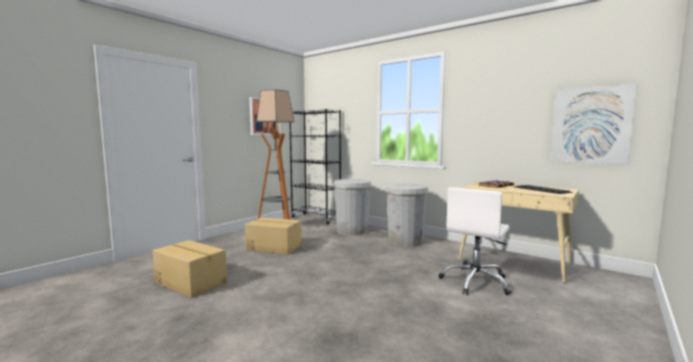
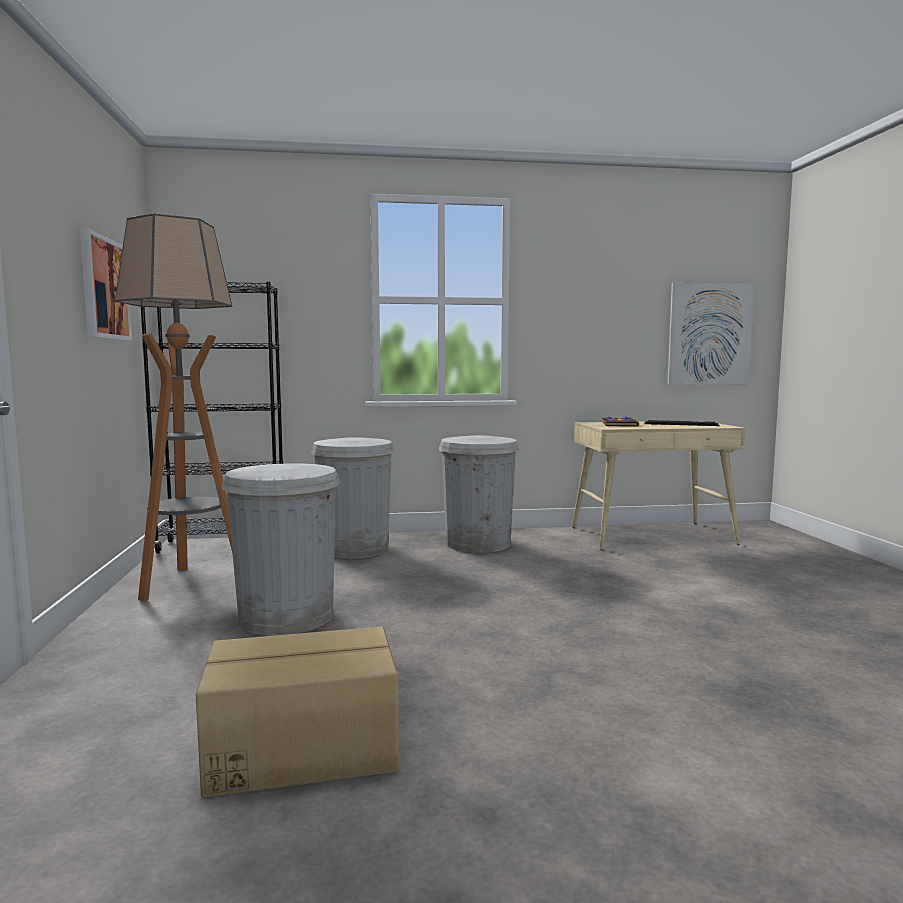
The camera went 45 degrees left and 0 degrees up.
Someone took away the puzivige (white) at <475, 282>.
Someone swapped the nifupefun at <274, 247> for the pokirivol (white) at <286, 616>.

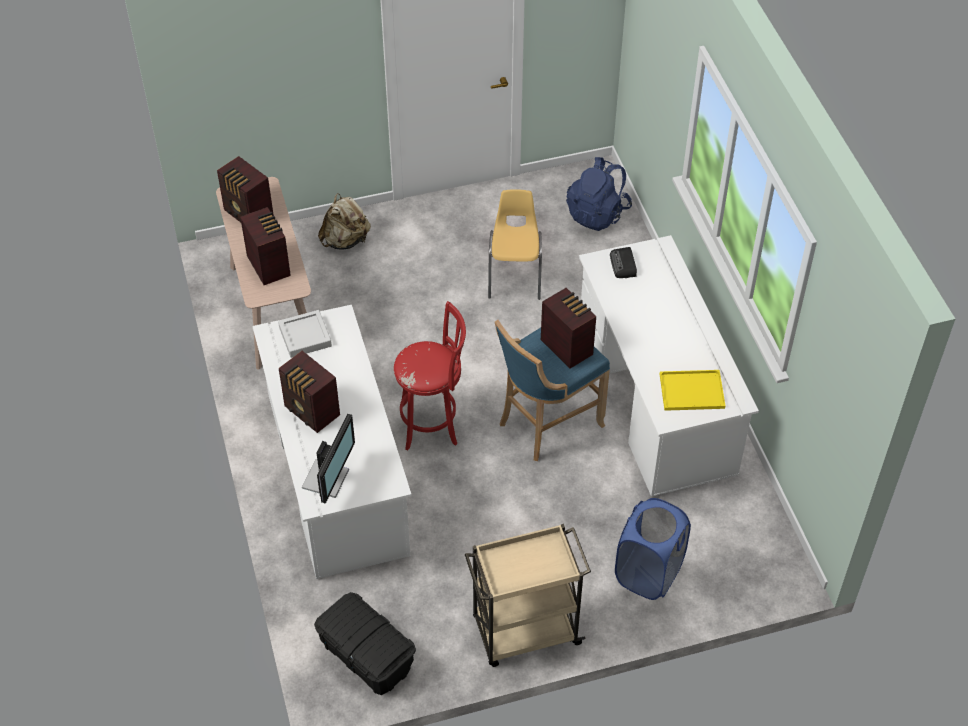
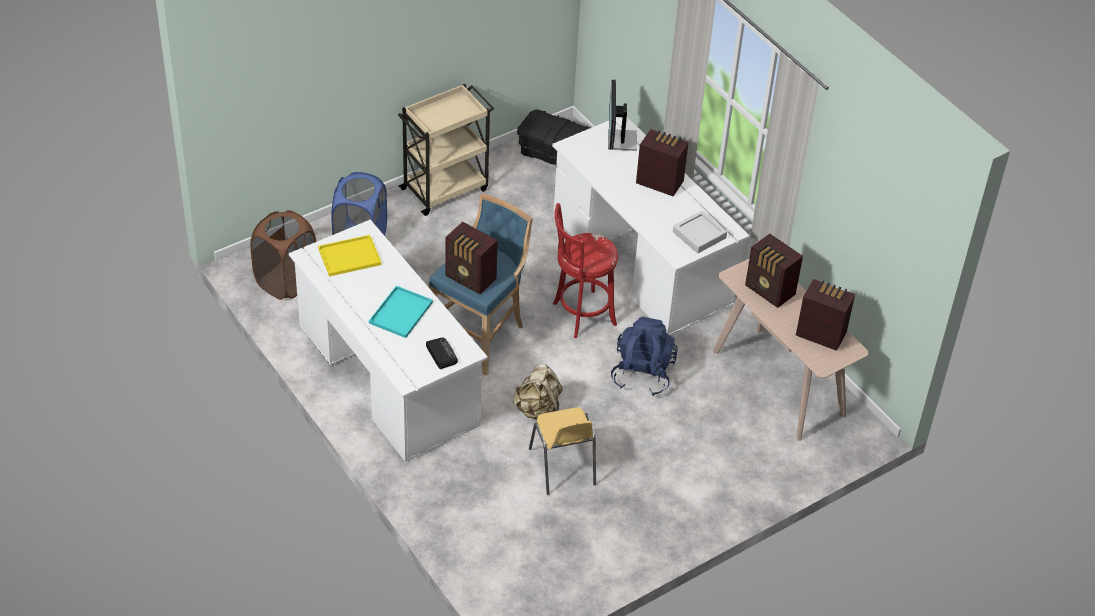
The camera went 160 degrees right and 5 degrees down.
Someone carried the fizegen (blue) from <598, 213> to <642, 373>.
Someone carried the fizegen (beige) from <345, 240> to <538, 410>.
Someone put down the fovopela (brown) at <286, 282>.
Someone put down the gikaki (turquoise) at <401, 314>.

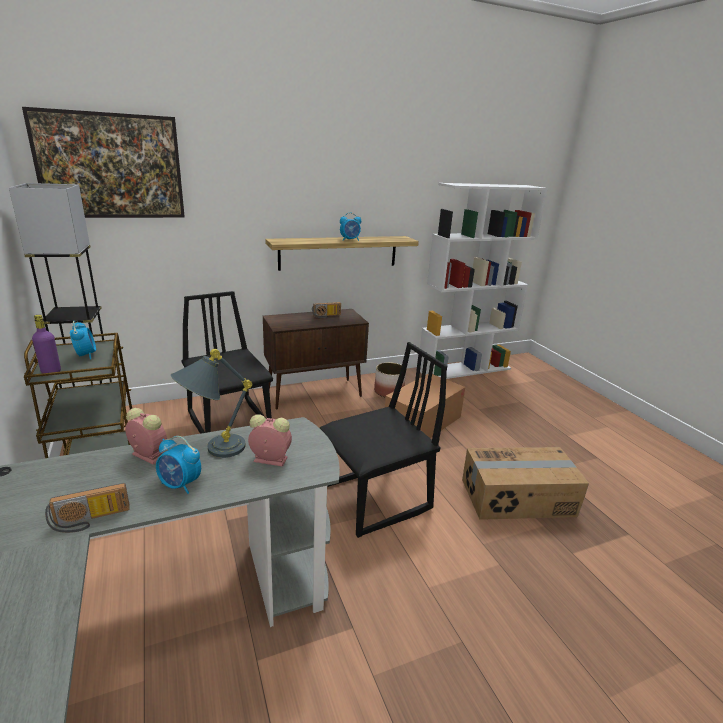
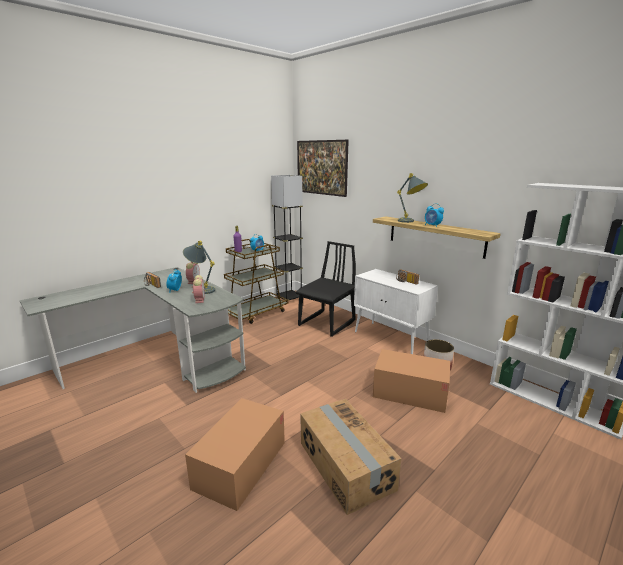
The camera went 70 degrees right and 5 degrees down.
Someone repainted the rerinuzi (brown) at <315, 393>, which became the rerinuzi (white) at <391, 339>.
Someone took away the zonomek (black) at <376, 499>.
Someone put down the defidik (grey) at <410, 222>.
Someone put down the nifupefun at <241, 464>.

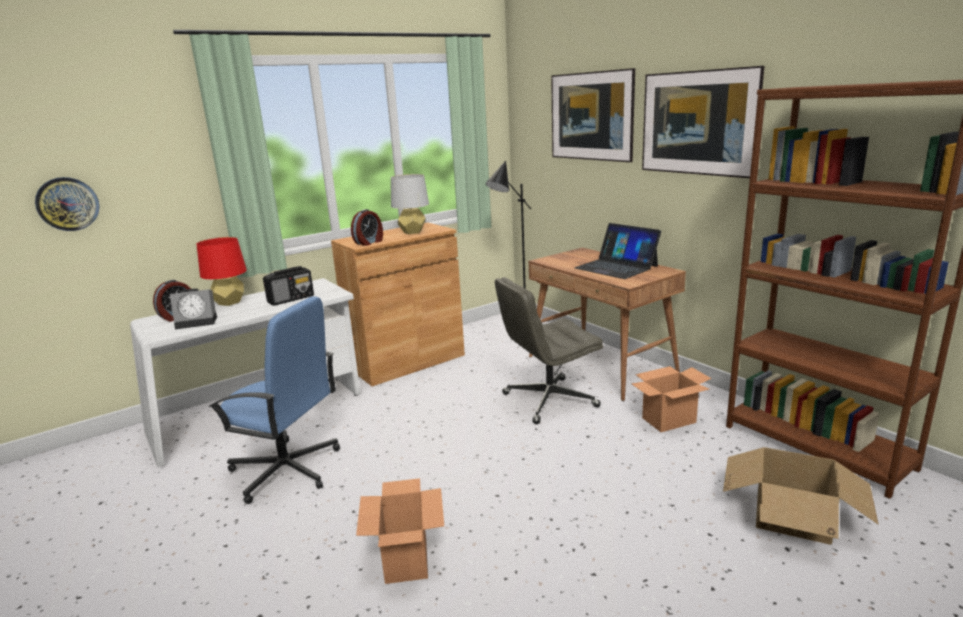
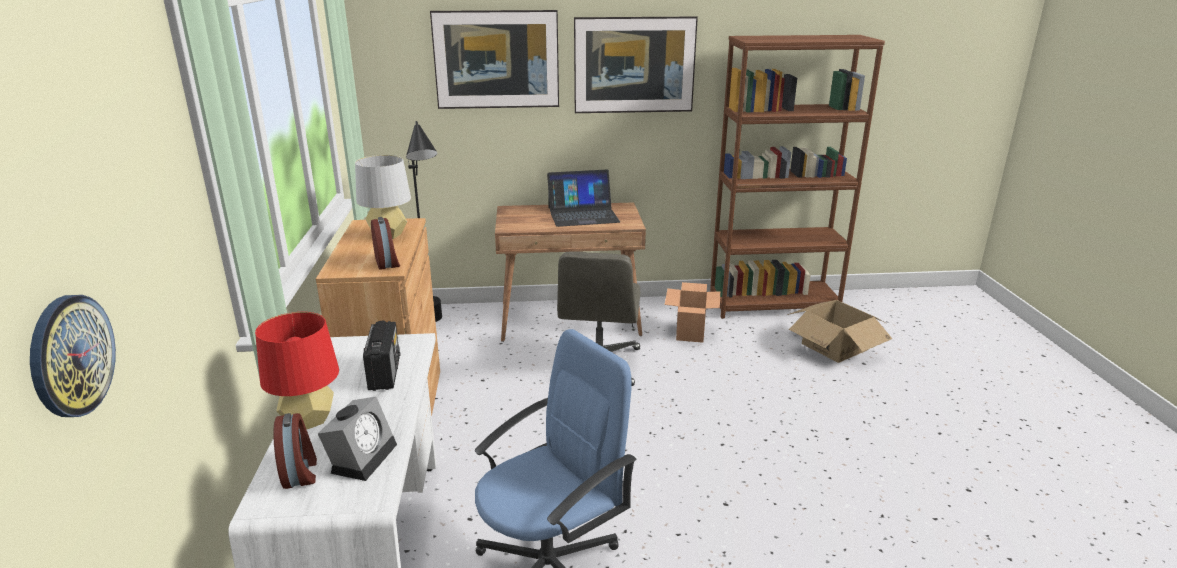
The camera went 60 degrees left and 5 degrees up.
Someone took away the nifupefun at <406, 559>.

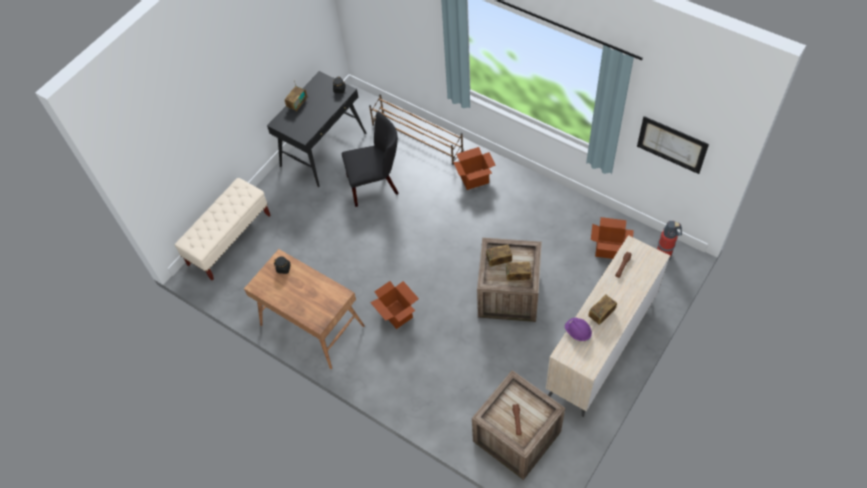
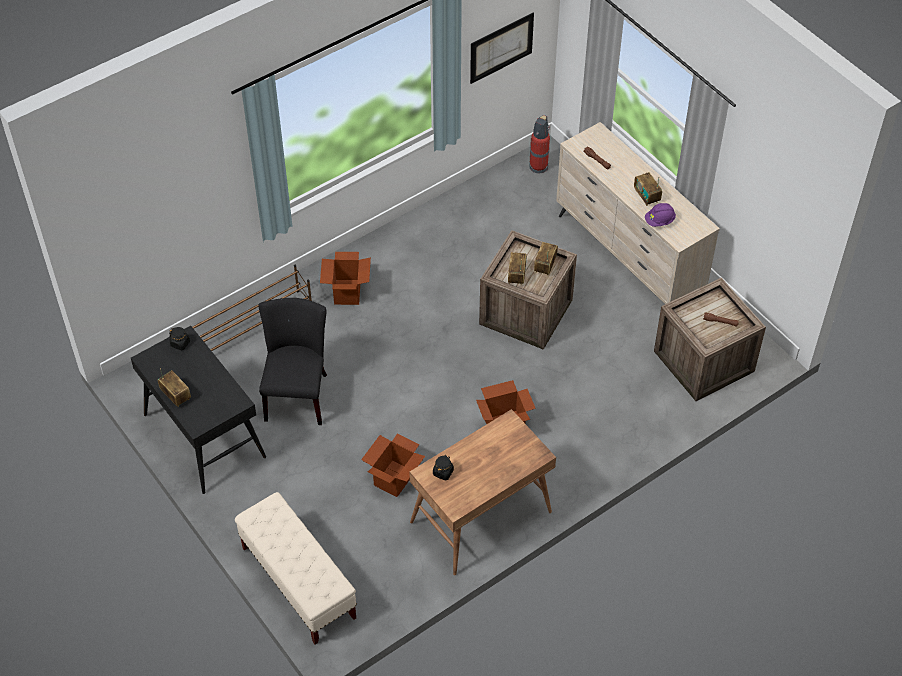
The camera went 75 degrees left and 5 degrees down.
Someone carried the nifupefun from <609, 249> to <394, 478>.

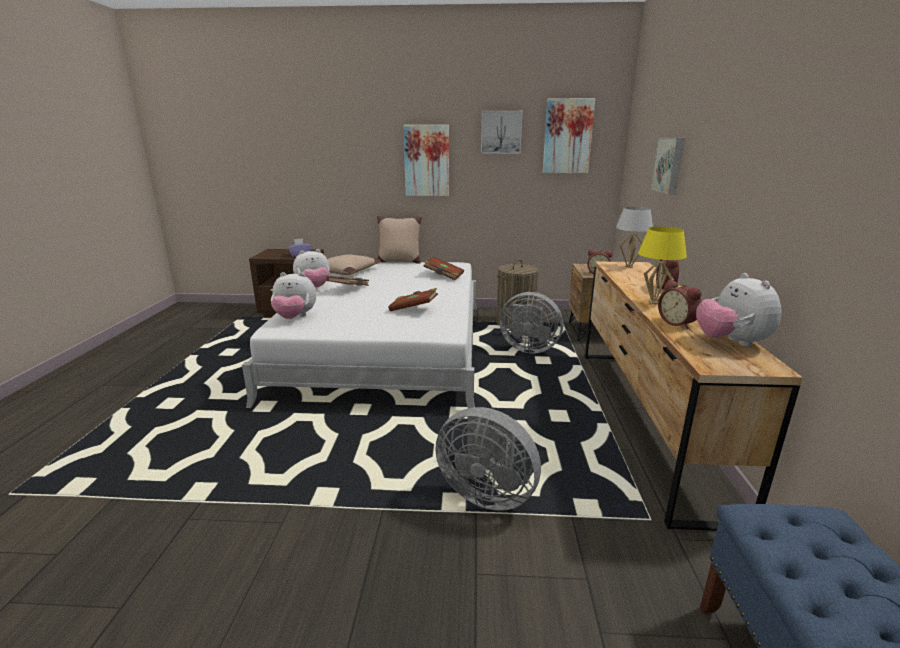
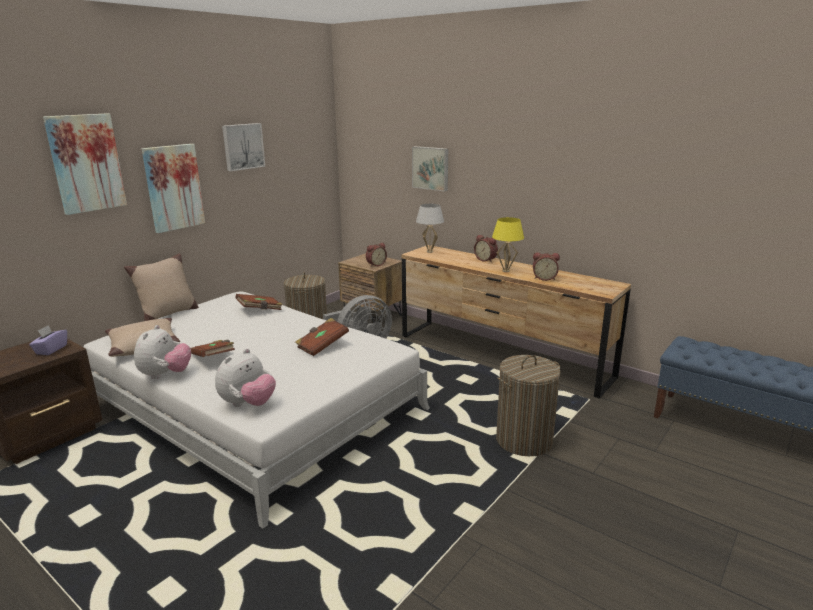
The camera went 55 degrees left and 0 degrees up.
Someone carried the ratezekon from <567, 136> to <86, 163>.
Someone took away the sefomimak at <731, 342>.
Someone swapped the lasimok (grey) at <487, 493> for the fovopela at <524, 440>.

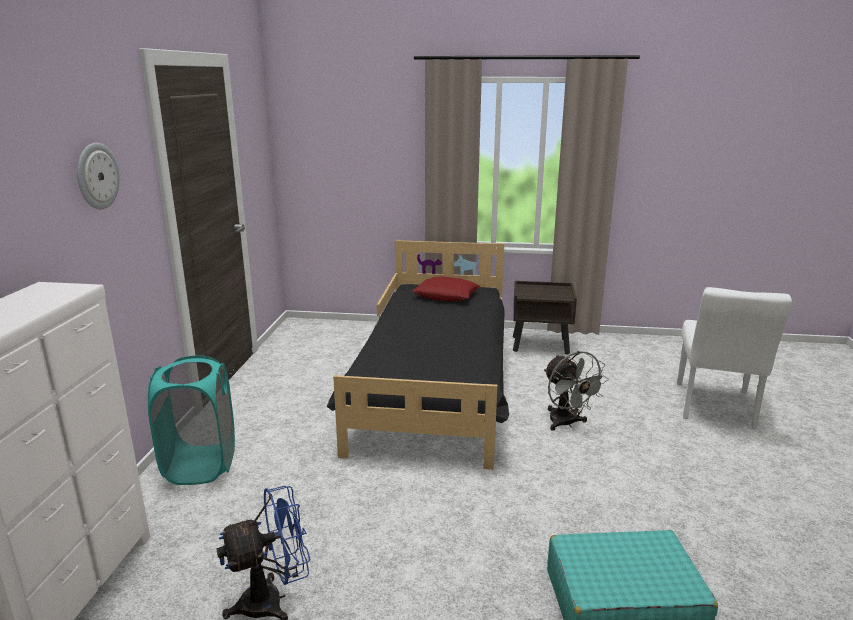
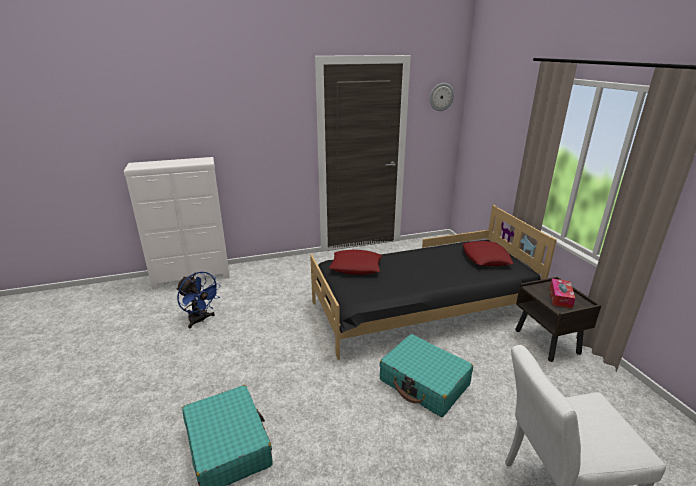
The camera went 65 degrees right and 5 degrees up.
Someone carried the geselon from <96, 176> to <441, 97>.
Someone swapped the lasimok (grey) at <566, 424> for the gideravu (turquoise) at <424, 383>.
Someone took away the fovopela (turquoise) at <201, 465>.
Someone put down the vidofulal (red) at <356, 267>.
Someone put down the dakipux at <560, 297>.

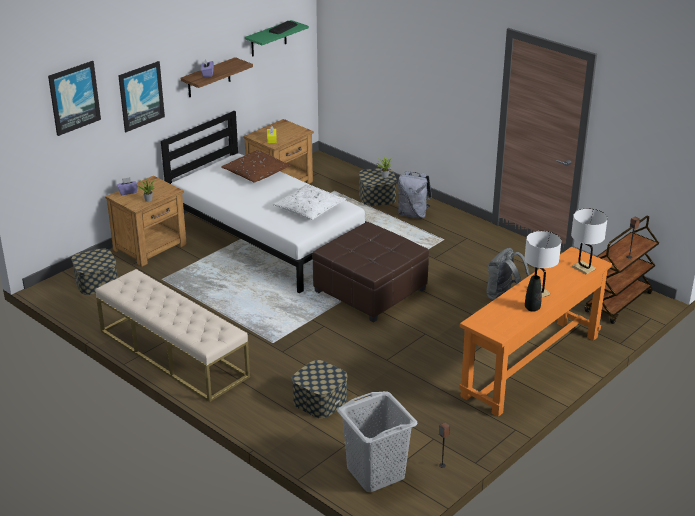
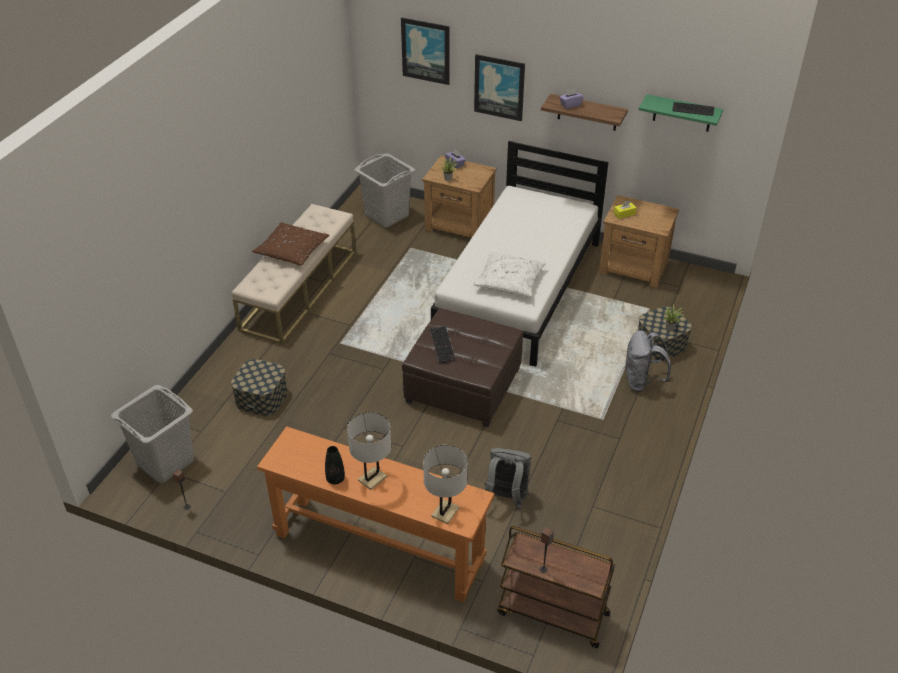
The camera went 70 degrees right and 10 degrees up.
Someone carried the vidofulal (brown) from <256, 173> to <292, 250>.
Someone swapped the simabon at <96, 282> for the fovopela (grey) at <387, 215>.
Someone put down the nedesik at <443, 345>.

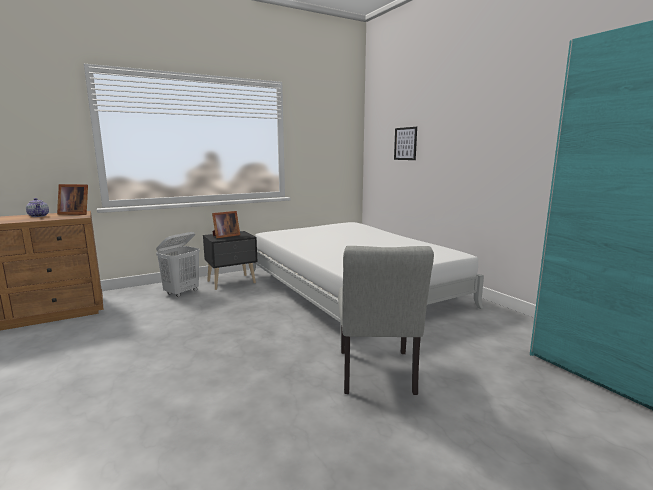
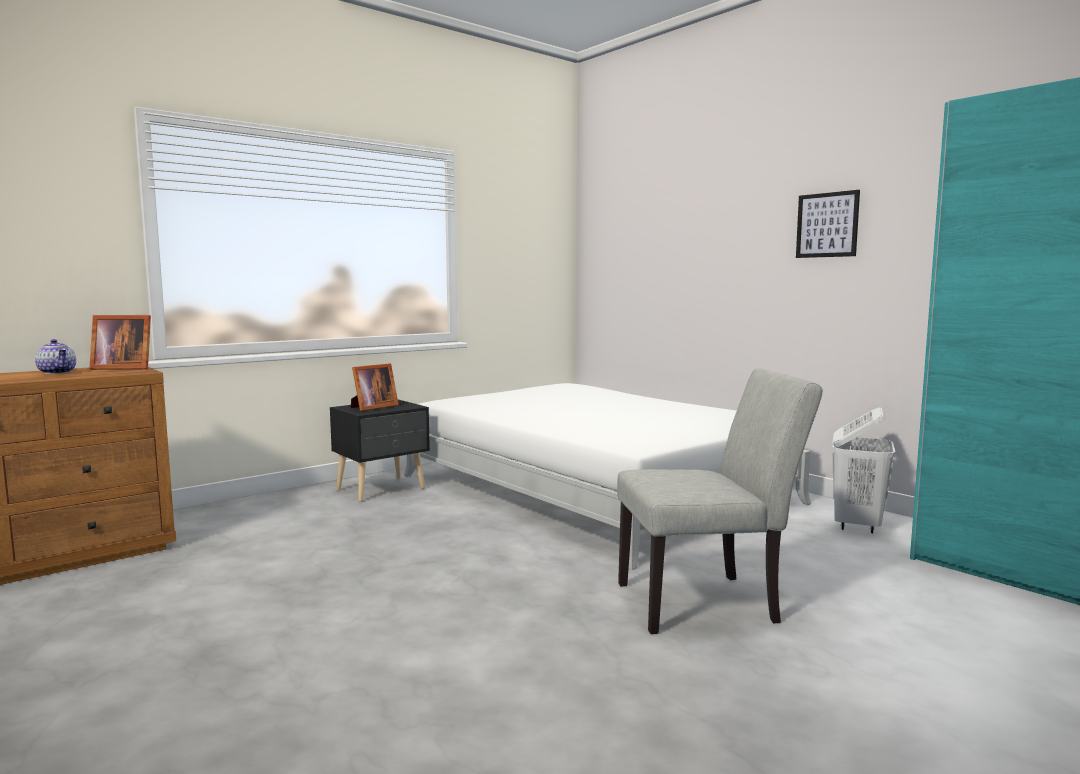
The camera went 10 degrees left and 5 degrees down.
Someone carried the ratezekon from <405, 143> to <827, 225>.
Someone carried the fovopela (white) from <182, 293> to <856, 525>.
Someone rotated the zonomek (grey) at <377, 376> by 90 degrees counterclockwise.

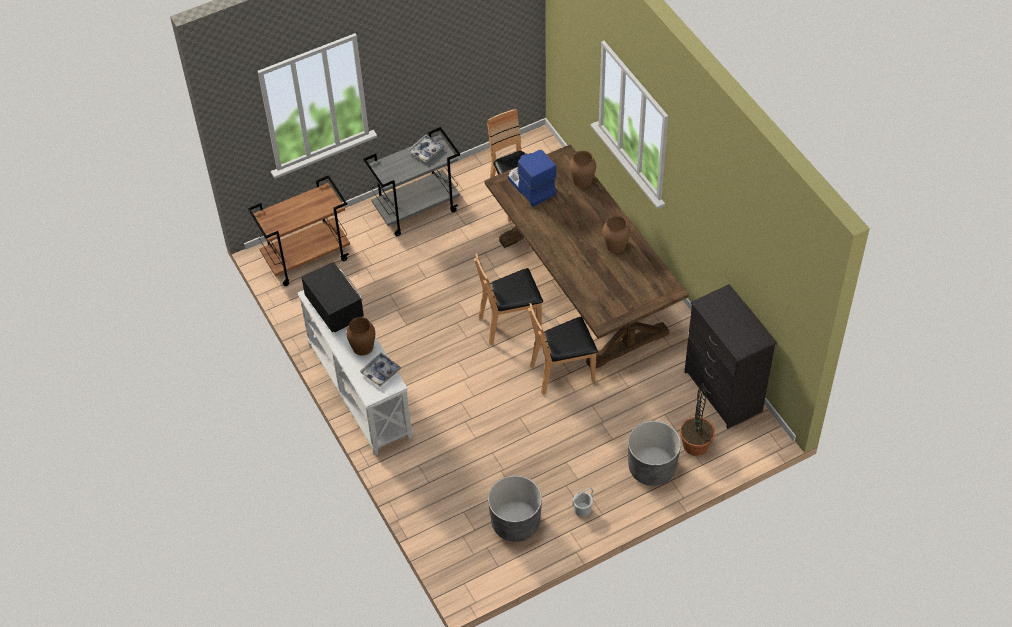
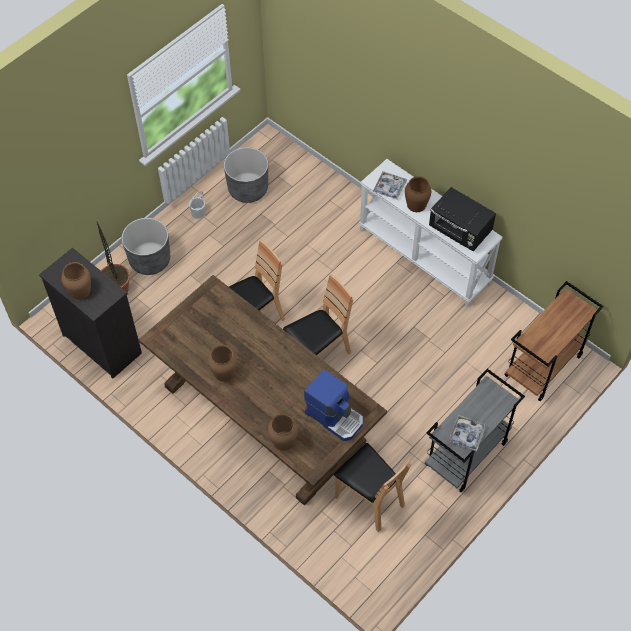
The camera went 160 degrees right and 5 degrees up.
Someone put down the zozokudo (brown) at <80, 291>.

